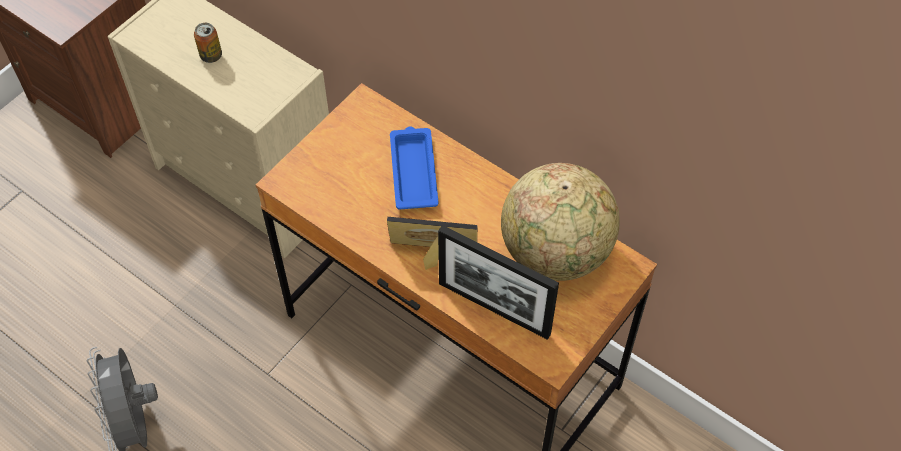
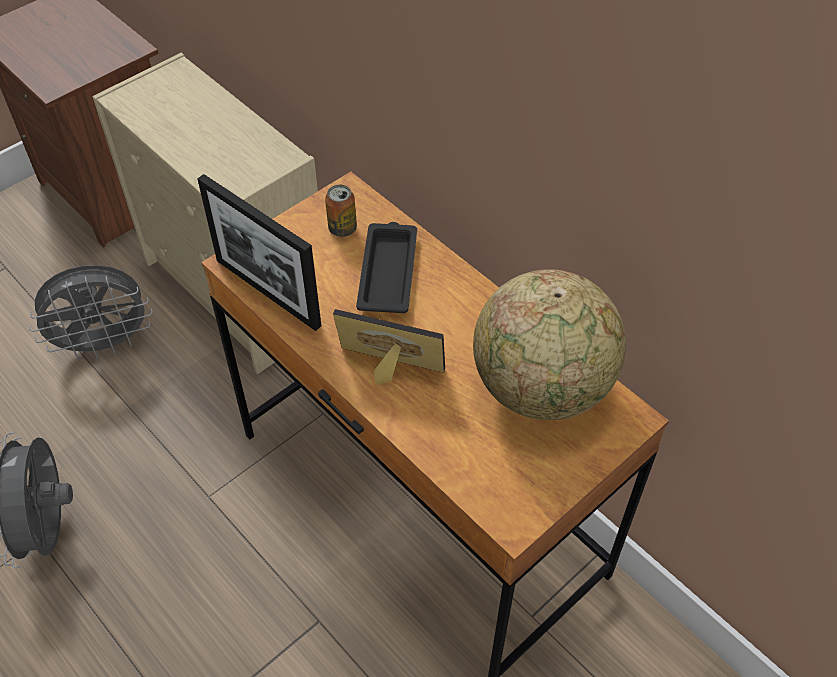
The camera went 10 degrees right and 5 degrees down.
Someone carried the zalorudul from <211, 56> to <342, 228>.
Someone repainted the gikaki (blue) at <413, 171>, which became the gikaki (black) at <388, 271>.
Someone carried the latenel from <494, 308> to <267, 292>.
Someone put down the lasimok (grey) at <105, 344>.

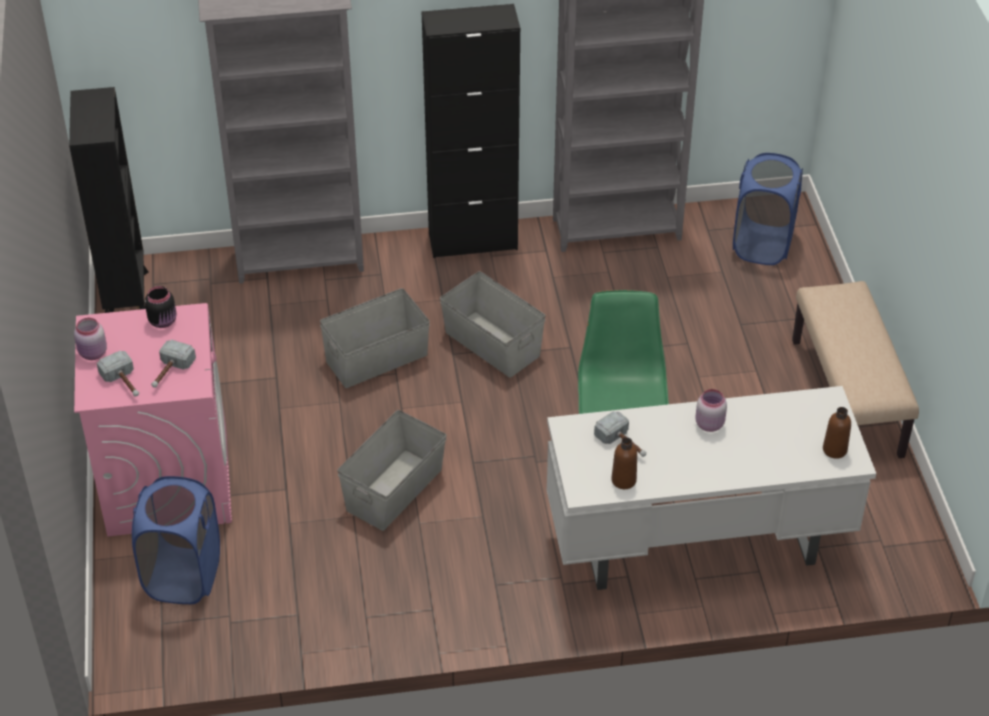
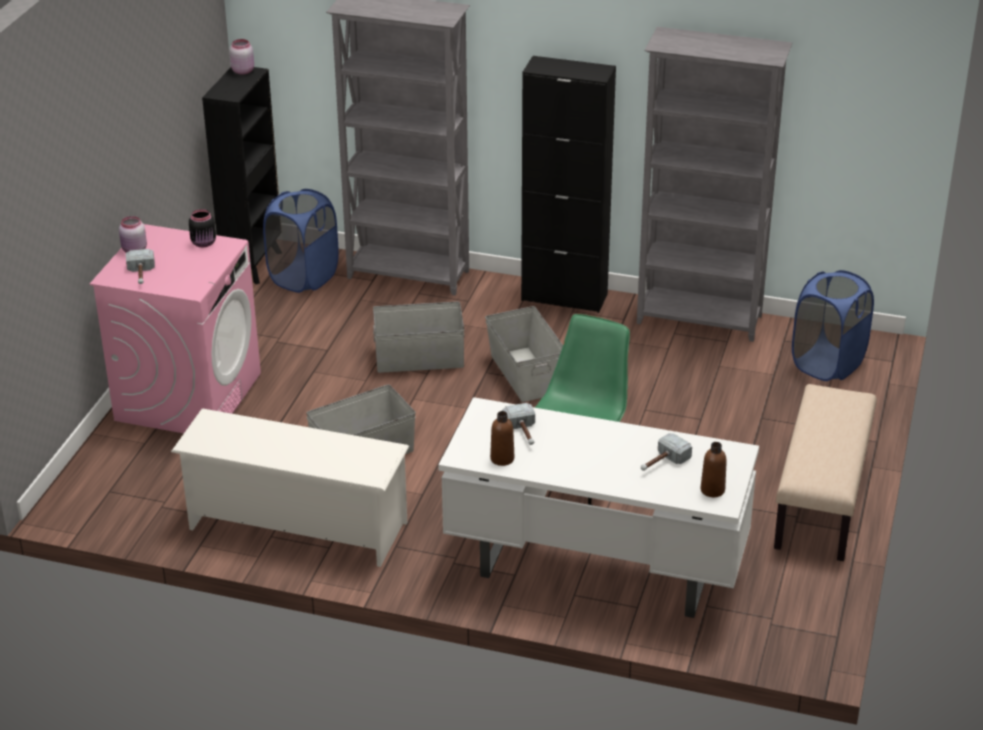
The camera went 25 degrees right and 10 degrees down.
Someone carried the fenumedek from <169, 372> to <662, 463>.
Someone carried the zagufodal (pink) from <709, 423> to <243, 71>.
Someone carried the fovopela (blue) from <183, 576> to <303, 277>.
Someone put down the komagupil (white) at <296, 526>.

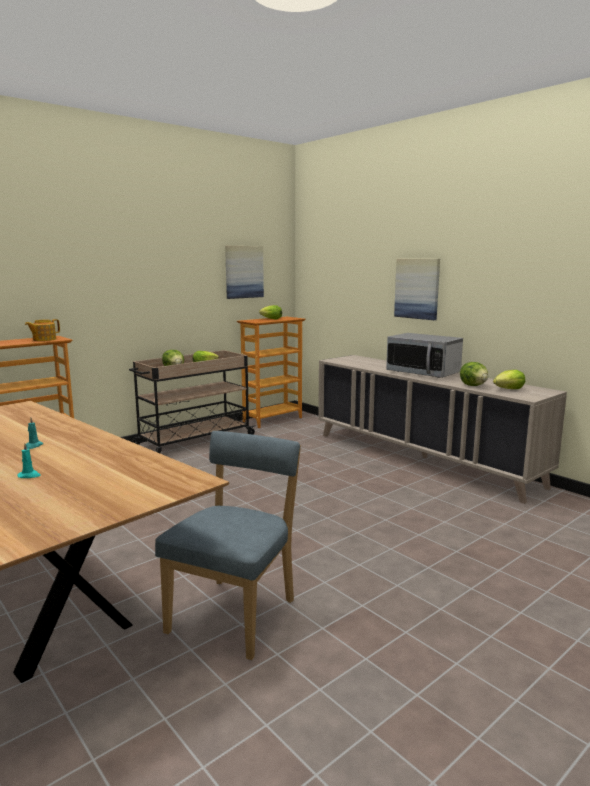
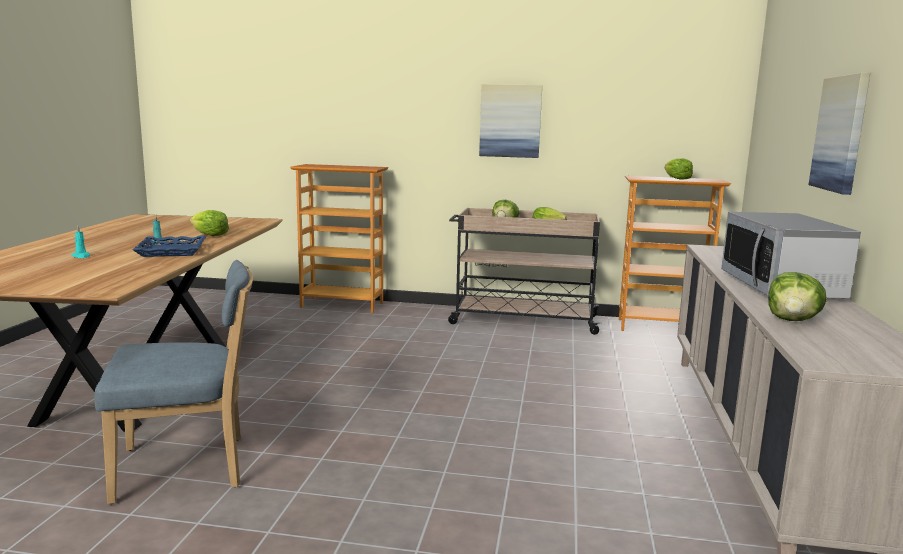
The camera went 50 degrees right and 0 degrees up.
Someone carried the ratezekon from <244, 272> to <510, 121>.
Someone took away the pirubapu at <44, 339>.
Someone carried the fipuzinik from <509, 389> to <209, 235>.
Someone put down the gikaki (blue) at <171, 251>.

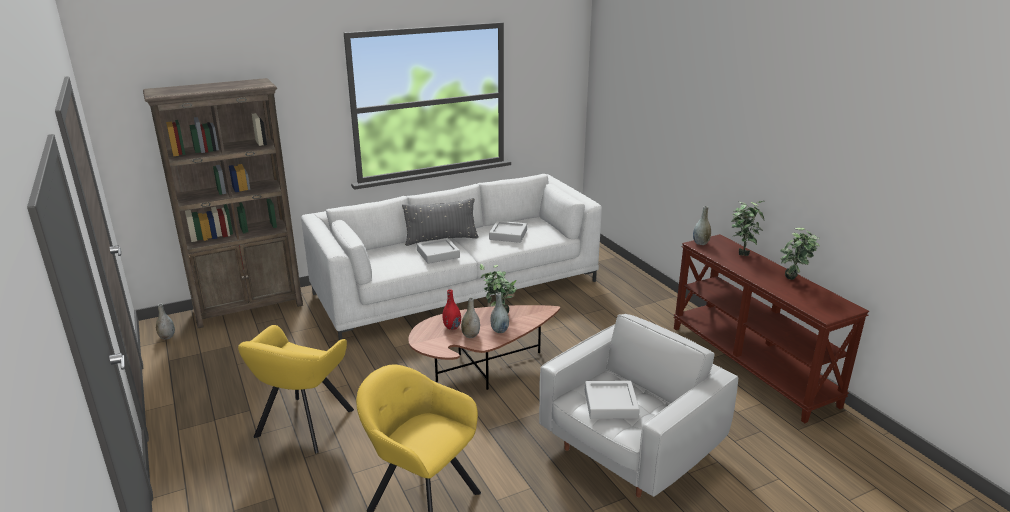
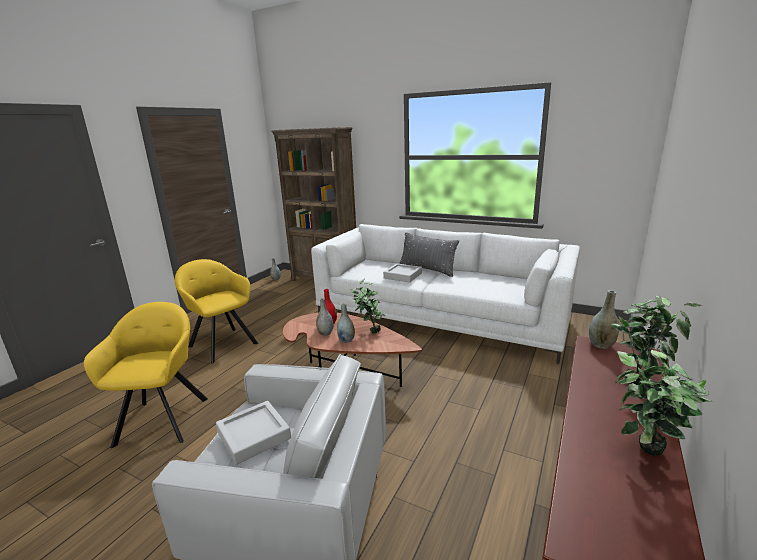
The camera went 55 degrees right and 5 degrees down.
Someone took away the gikaki (grey) at <508, 235>.
Someone rotated the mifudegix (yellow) at <302, 426> by 60 degrees clockwise.

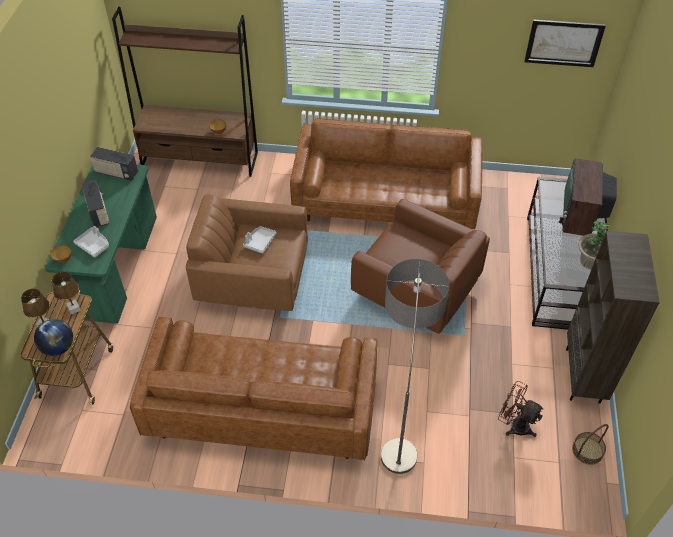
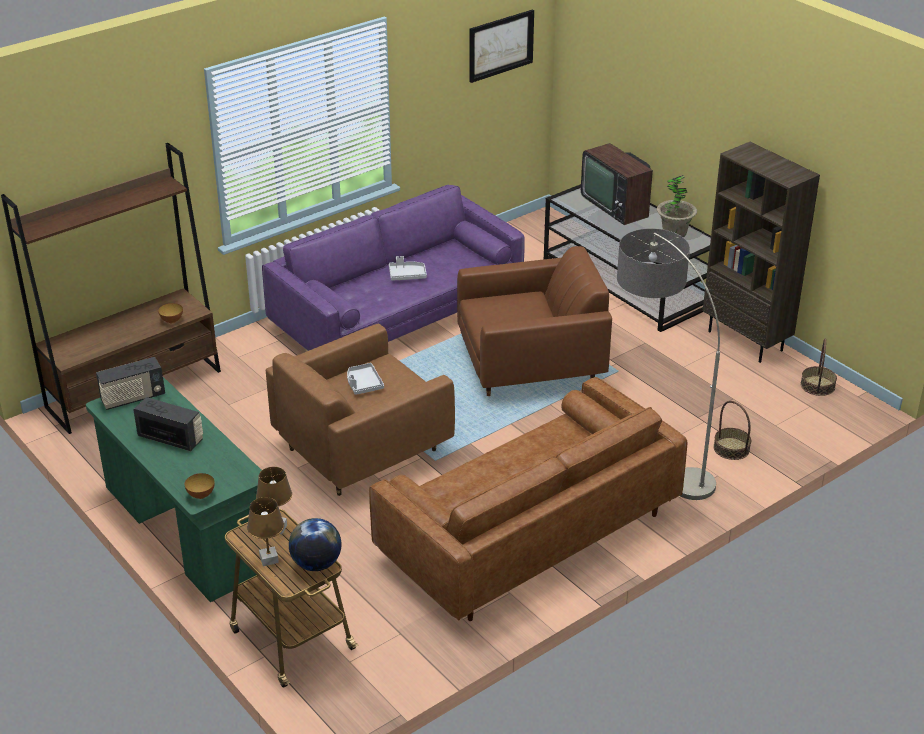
The camera went 45 degrees left and 15 degrees down.
Someone repainted the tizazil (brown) at <385, 202>, which became the tizazil (purple) at <397, 316>.
Someone carried the gikaki (grey) from <94, 245> to <407, 275>.
Someone took away the lasimok (brown) at <514, 425>.
Someone put down the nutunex at <731, 448>.

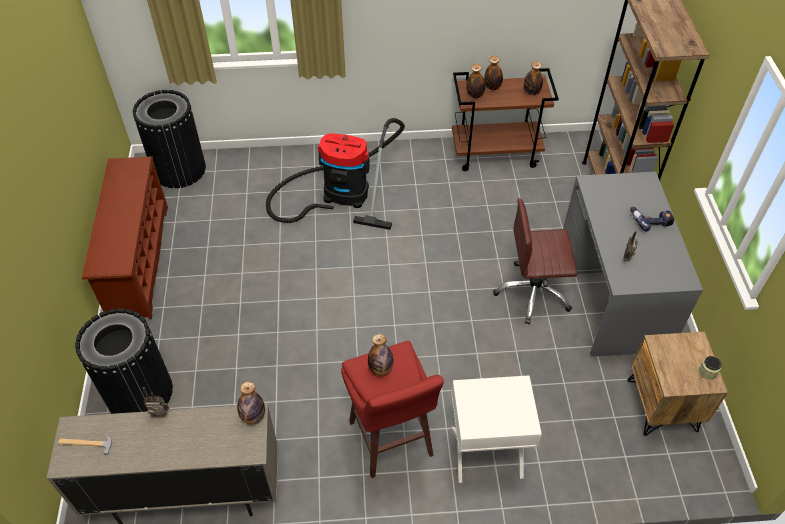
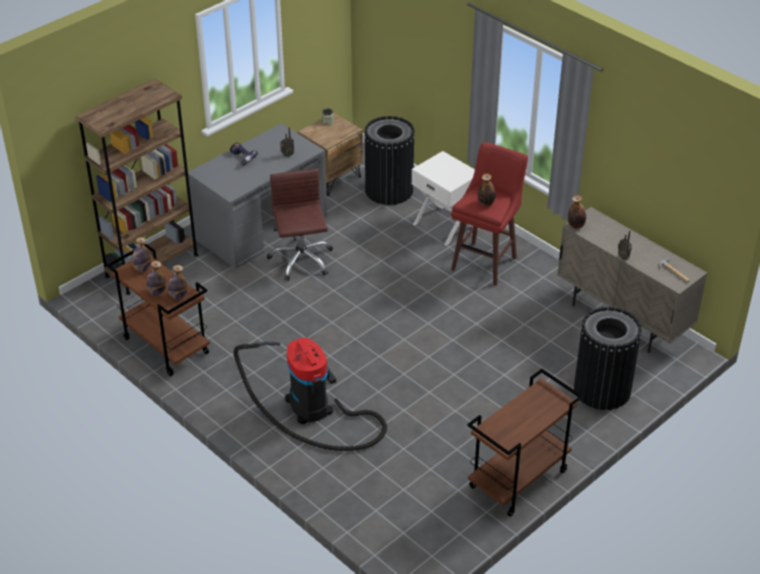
The camera went 130 degrees left and 10 degrees down.
Someone carried the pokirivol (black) from <179, 169> to <389, 190>.
Someone swapped the komagupil (brown) at <137, 260> for the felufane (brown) at <518, 480>.
Someone rotated the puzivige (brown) at <533, 293> by 150 degrees counterclockwise.

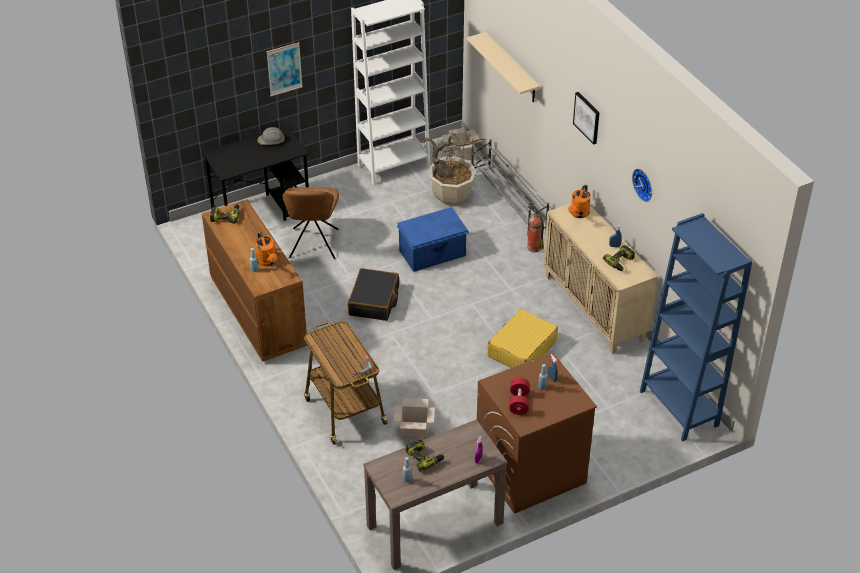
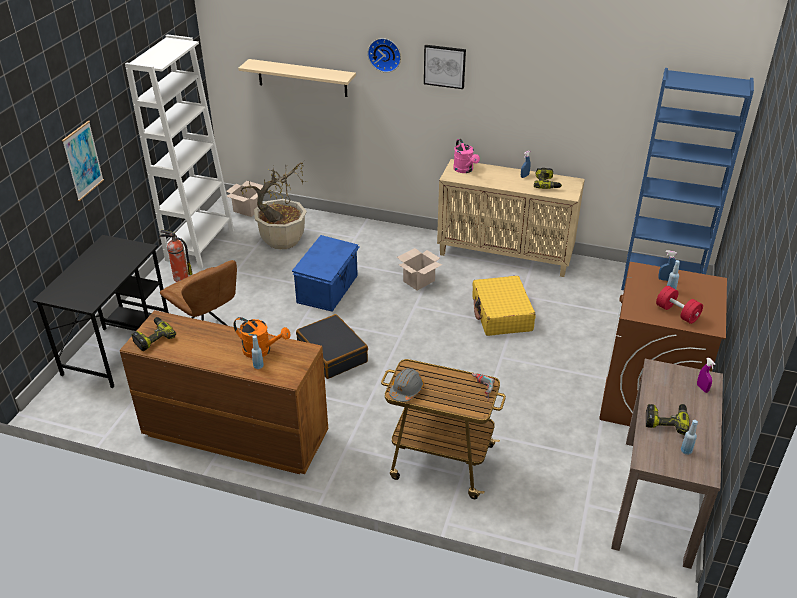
The camera went 45 degrees left and 5 degrees down.
Someone carried the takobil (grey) from <271, 141> to <406, 390>.
Someone took away the komagupil (grey) at <508, 200>.
Someone carried the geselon from <644, 184> to <385, 54>.
Someone repainted the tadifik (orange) at <578, 214>, which became the tadifik (pink) at <465, 170>.
Someone carried the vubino from <533, 247> to <180, 278>.
Someone carried the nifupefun from <415, 430> to <419, 280>.

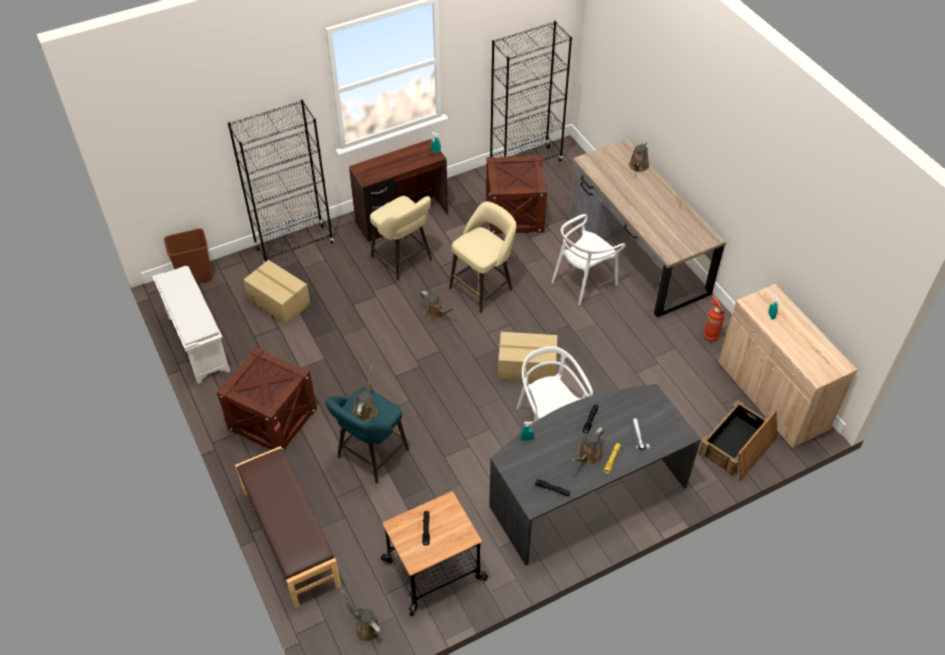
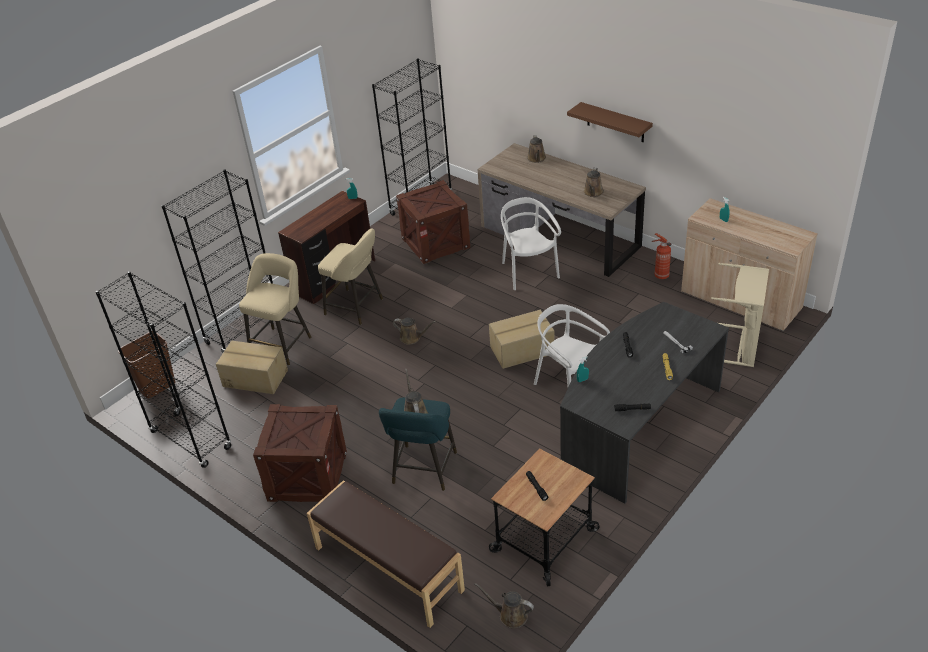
The camera went 20 degrees left and 10 degrees down.
Someone carried the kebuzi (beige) from <483, 287> to <282, 344>.
Someone rotated the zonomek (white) at <583, 281> by 135 degrees clockwise.
Someone swapped the komagupil (white) at <197, 343> for the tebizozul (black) at <191, 440>.
Someone swapped the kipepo at <737, 447> for the fovopela (beige) at <739, 346>.
Someone carried the tadifik (brown) from <588, 456> to <593, 193>.
Someone put up the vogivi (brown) at <615, 122>.

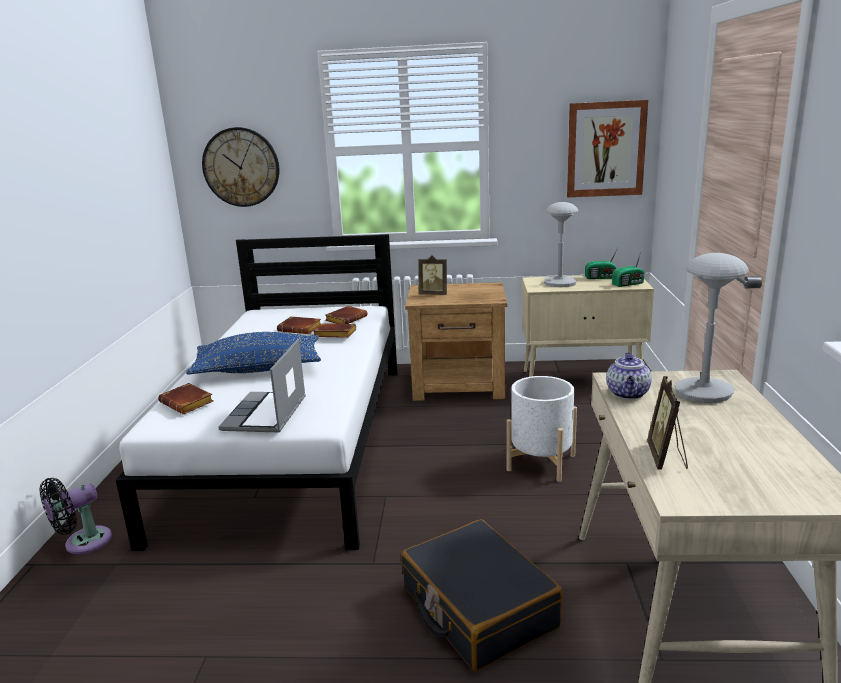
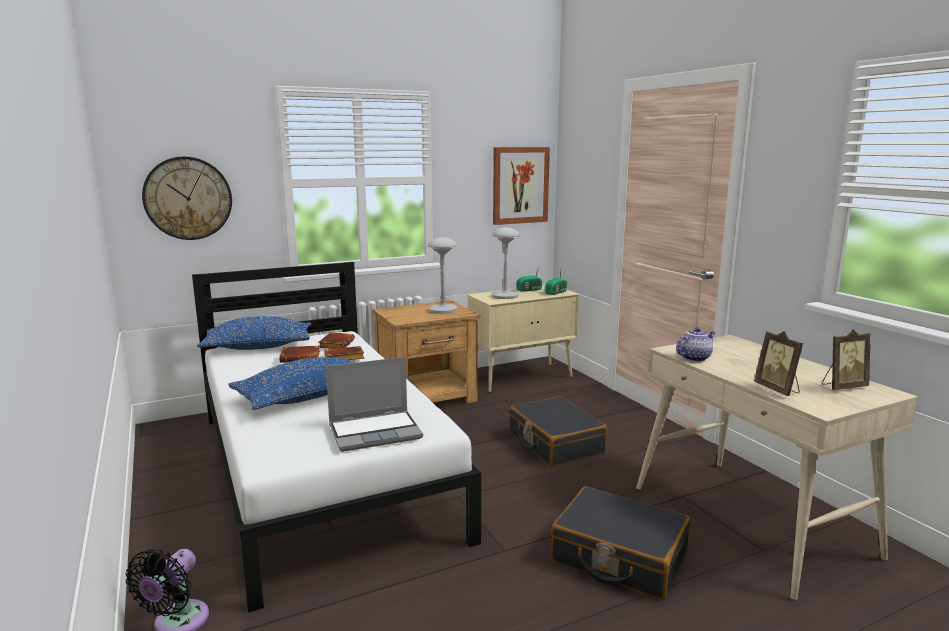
The camera went 30 degrees left and 5 degrees down.
Someone carried the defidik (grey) from <703, 393> to <443, 310>.
Someone carried the latenel from <434, 294> to <842, 386>.
Someone rotated the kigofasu at <266, 414> by 90 degrees counterclockwise.
Someone rotated the pirubapu at <628, 394> by 105 degrees counterclockwise.
Someone swapped the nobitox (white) at <541, 463> for the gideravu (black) at <555, 443>.
Someone took away the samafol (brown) at <188, 403>.
Someone put down the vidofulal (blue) at <258, 347>.

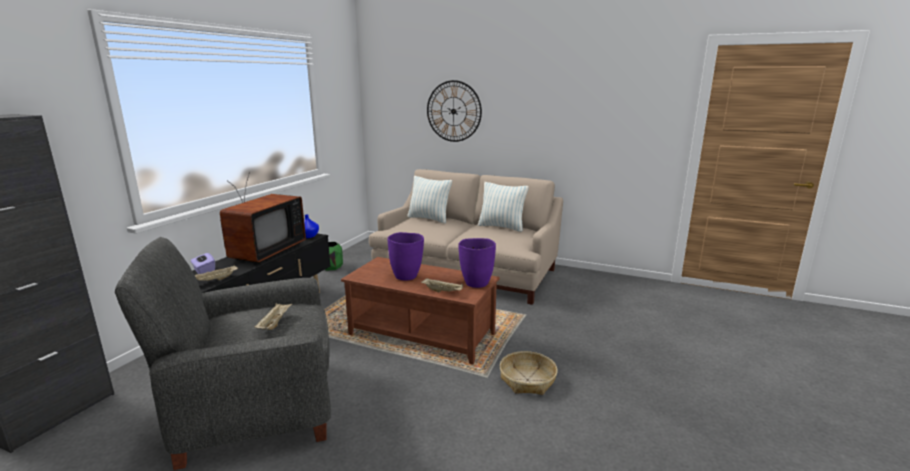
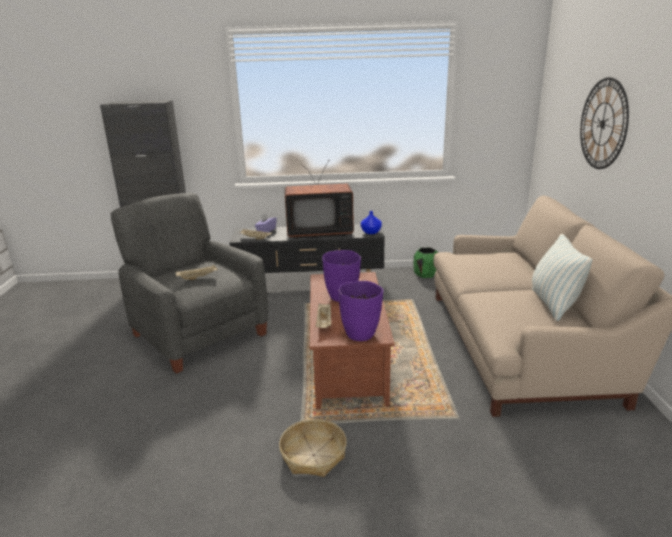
The camera went 65 degrees right and 5 degrees up.
Someone took away the vidofulal at <429, 219>.

